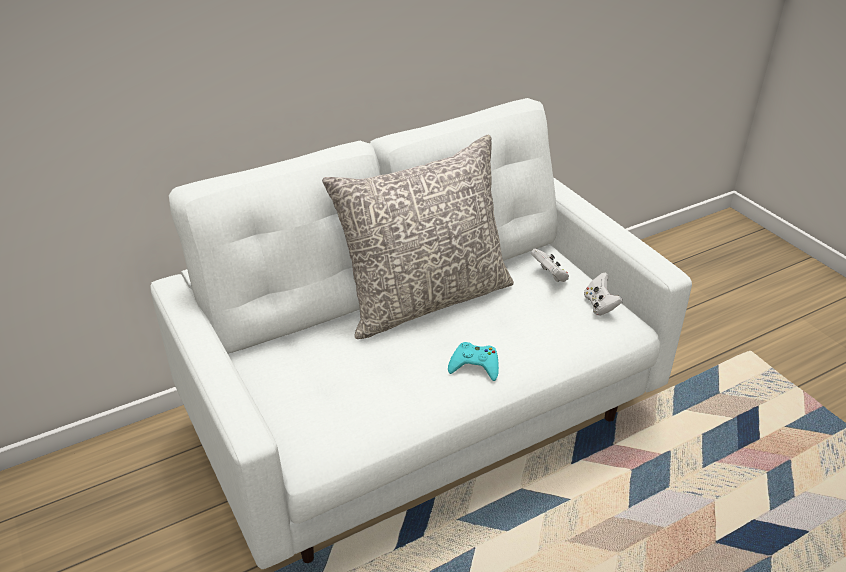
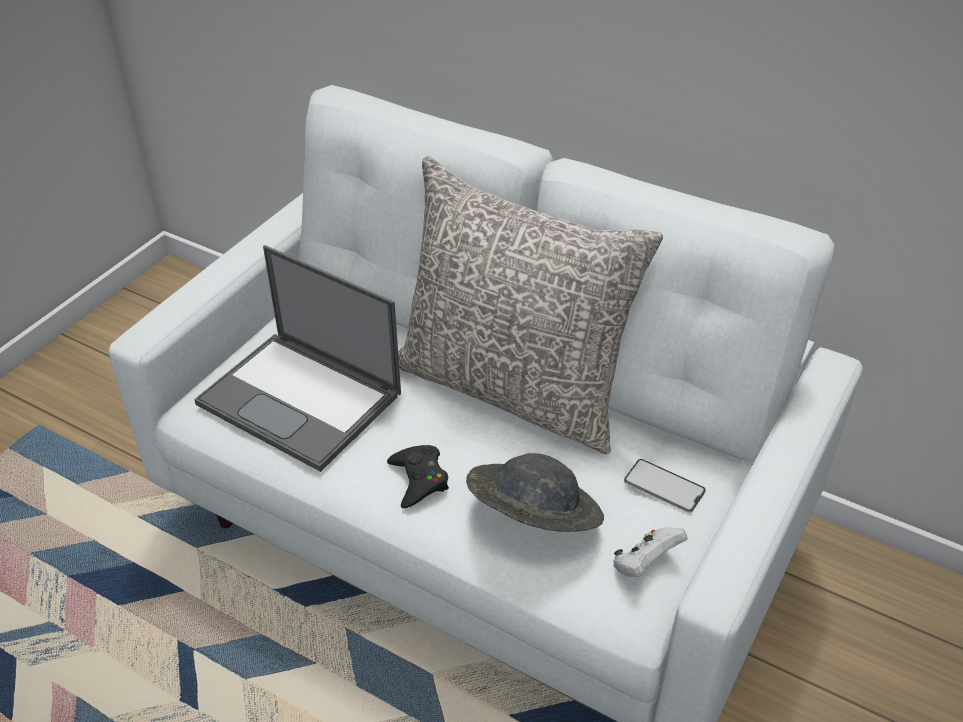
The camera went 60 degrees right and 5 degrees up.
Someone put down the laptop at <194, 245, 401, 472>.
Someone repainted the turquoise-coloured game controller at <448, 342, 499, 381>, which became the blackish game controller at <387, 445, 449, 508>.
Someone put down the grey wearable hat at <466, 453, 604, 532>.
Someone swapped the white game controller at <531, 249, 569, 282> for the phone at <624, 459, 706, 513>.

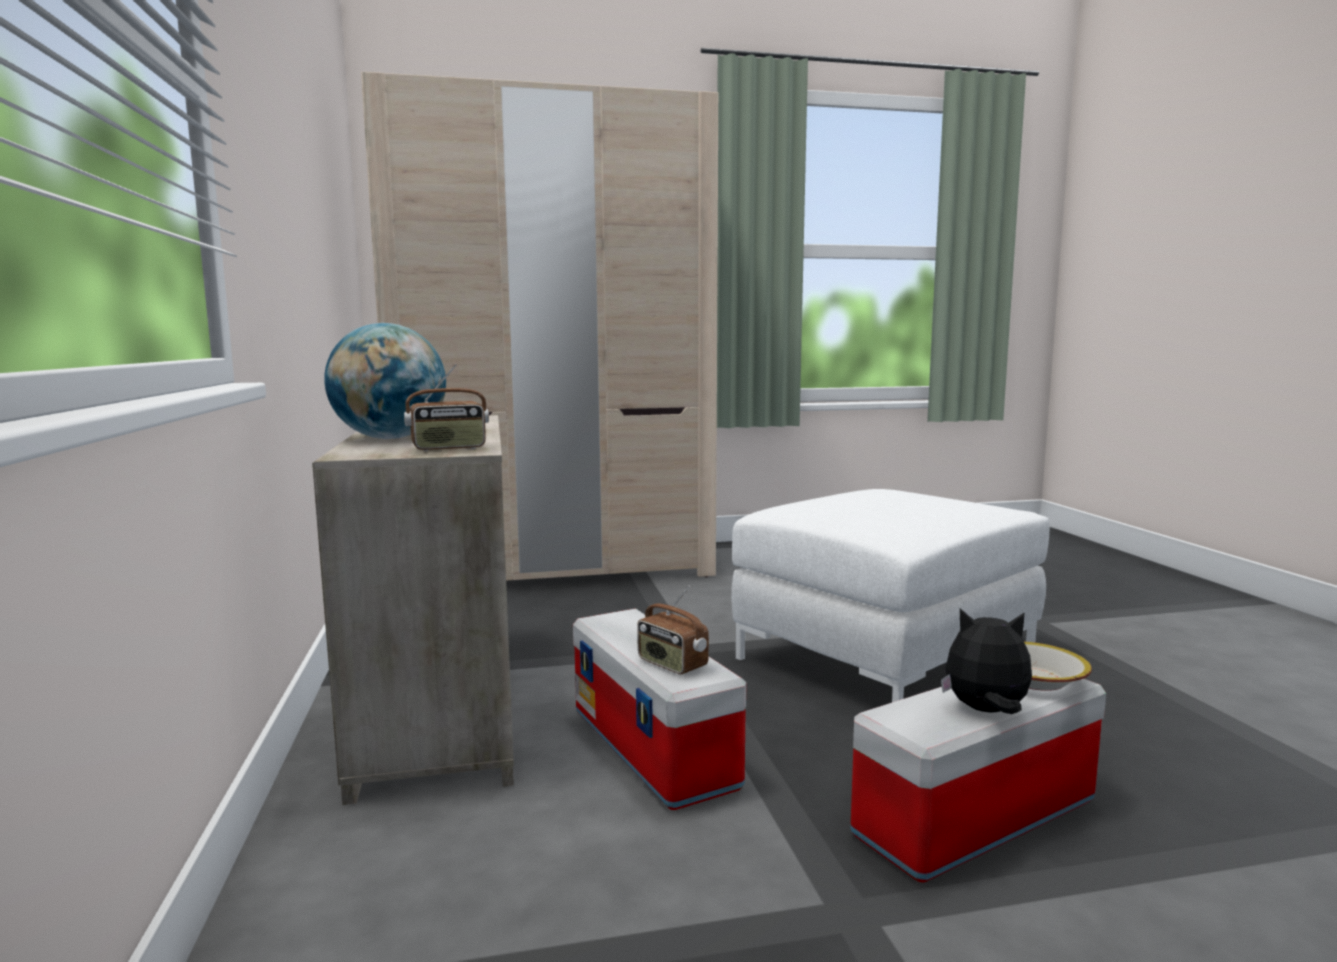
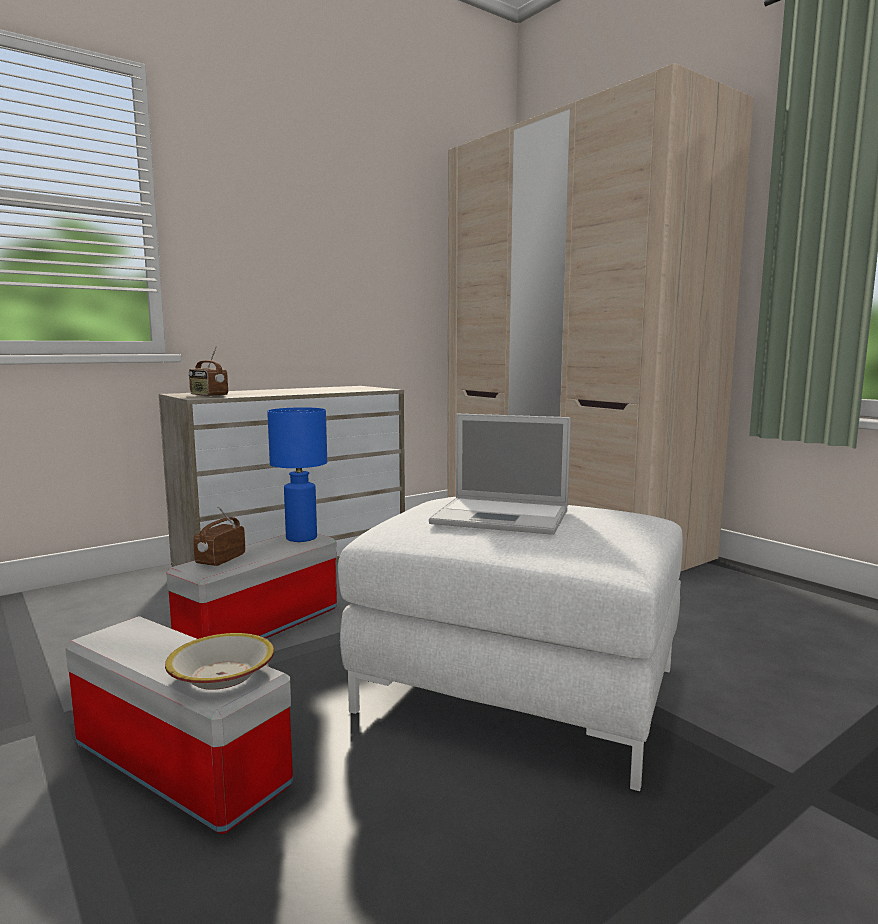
The camera went 65 degrees right and 0 degrees up.
Someone put down the blue table lamp at <267, 407, 327, 542>.
Someone put down the laptop at <429, 414, 571, 535>.
Someone took away the globe at <324, 323, 446, 439>.
Someone took away the plush toy at <941, 609, 1032, 714>.

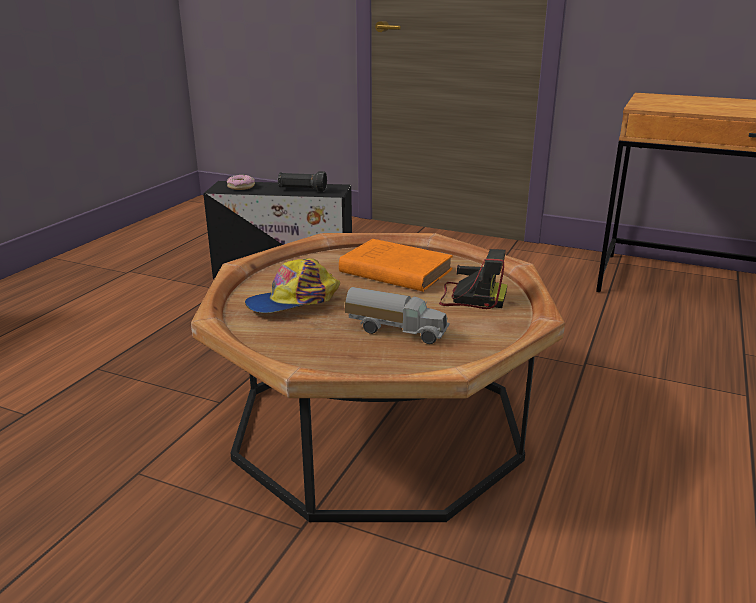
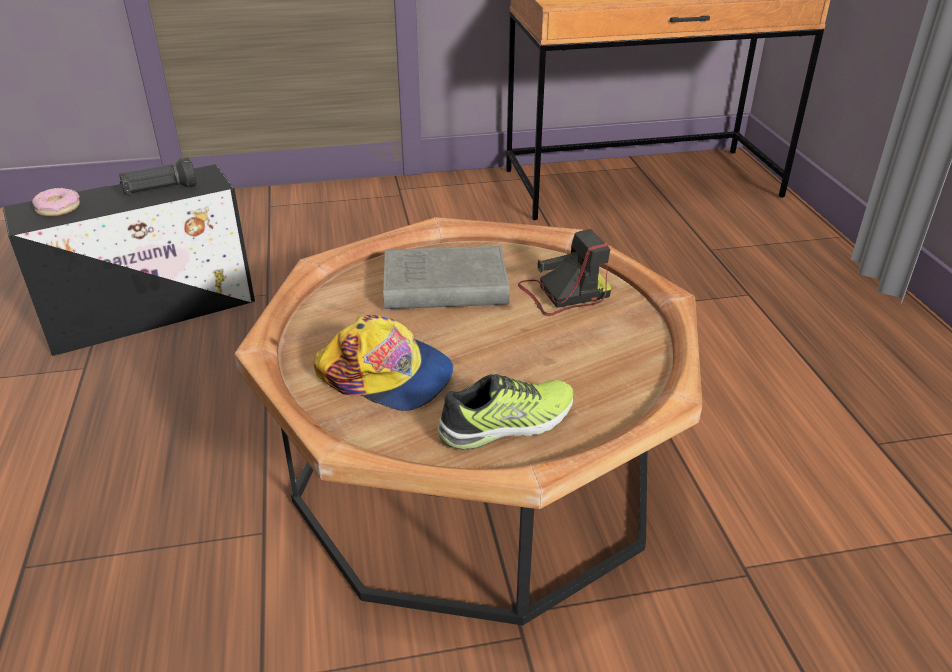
The camera went 35 degrees left and 10 degrees up.
Someone rotated the cap at <245, 258, 340, 313> by 90 degrees counterclockwise.
Someone repainted the orange-coloured bound book at <339, 239, 453, 292>, which became the grey bound book at <383, 246, 510, 309>.
Someone put down the low shoe at <438, 374, 573, 450>.
Someone took away the model truck at <345, 287, 450, 344>.

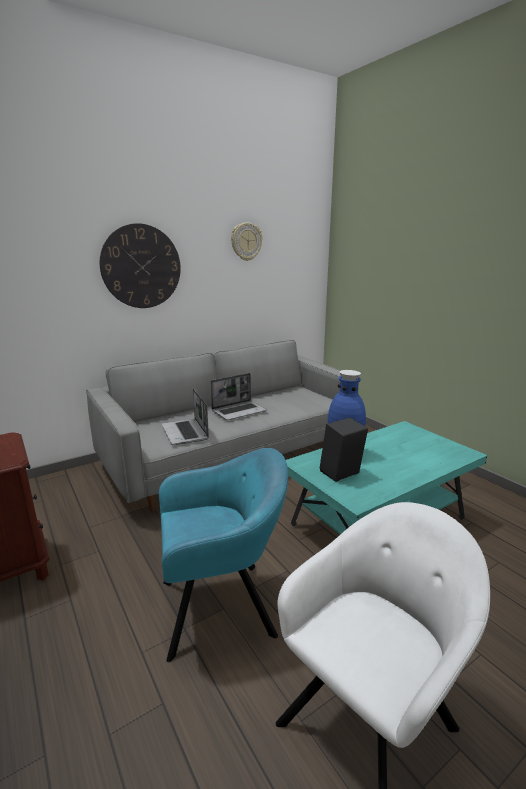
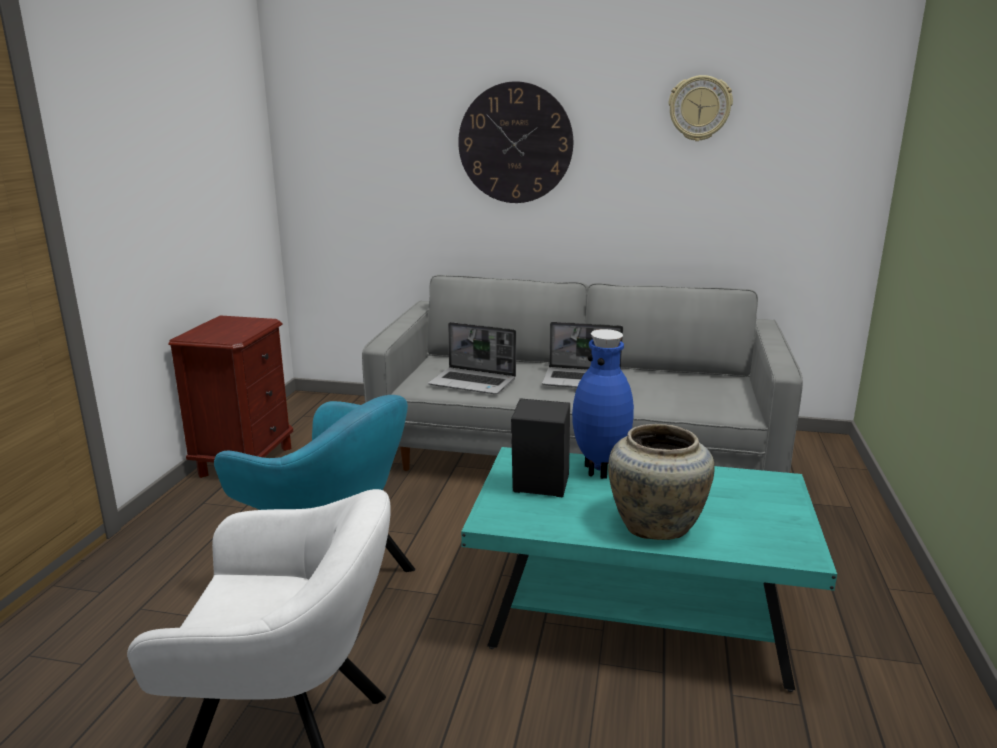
The camera went 45 degrees right and 0 degrees up.
Someone rotated the laptop at <162, 388, 209, 445> by 90 degrees counterclockwise.
Someone put down the beige vase at <608, 424, 715, 540>.

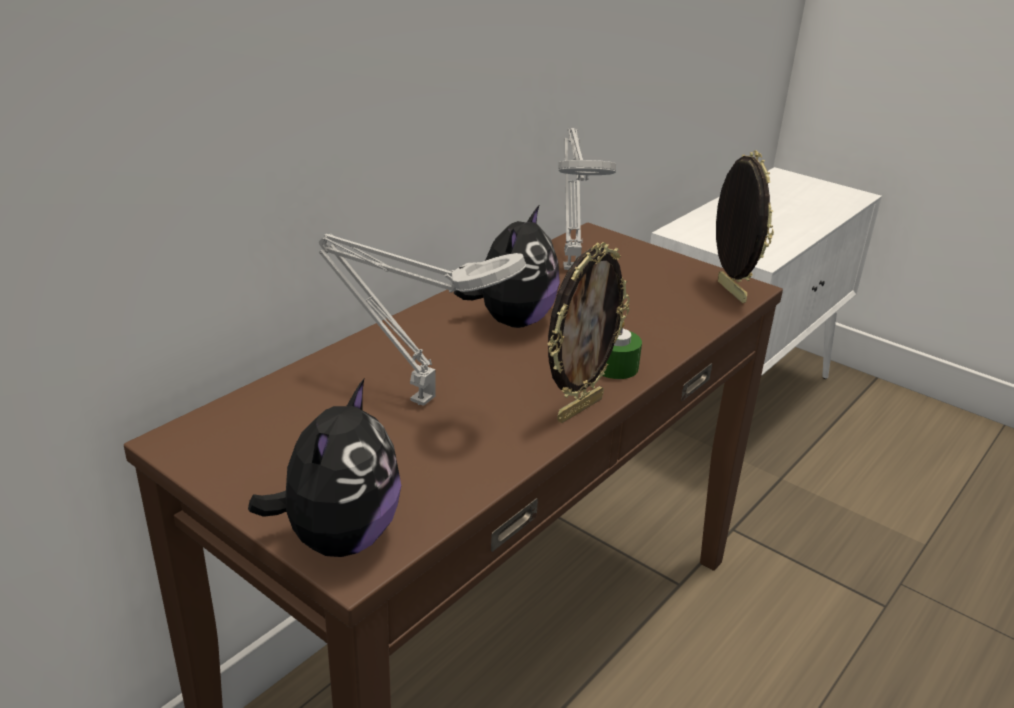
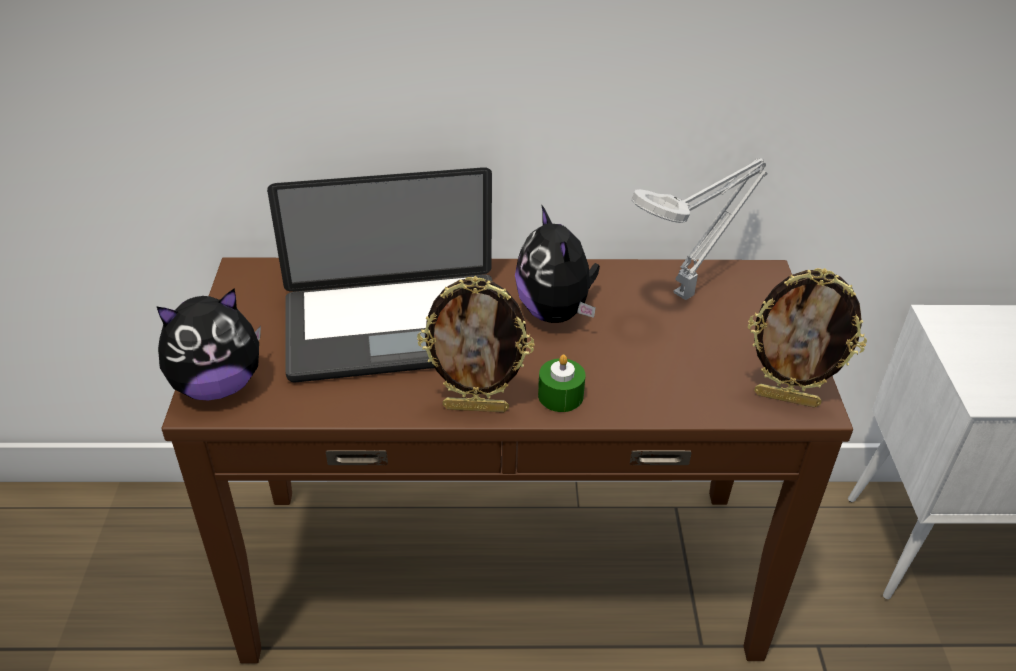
The camera went 50 degrees right and 10 degrees up.
Someone swapped the grey table lamp at <319, 234, 526, 406> for the laptop at <267, 167, 492, 382>.
Someone rotated the plush toy at <454, 204, 560, 328> by 90 degrees clockwise.
Someone rotated the photo frame at <716, 150, 774, 303> by 75 degrees clockwise.

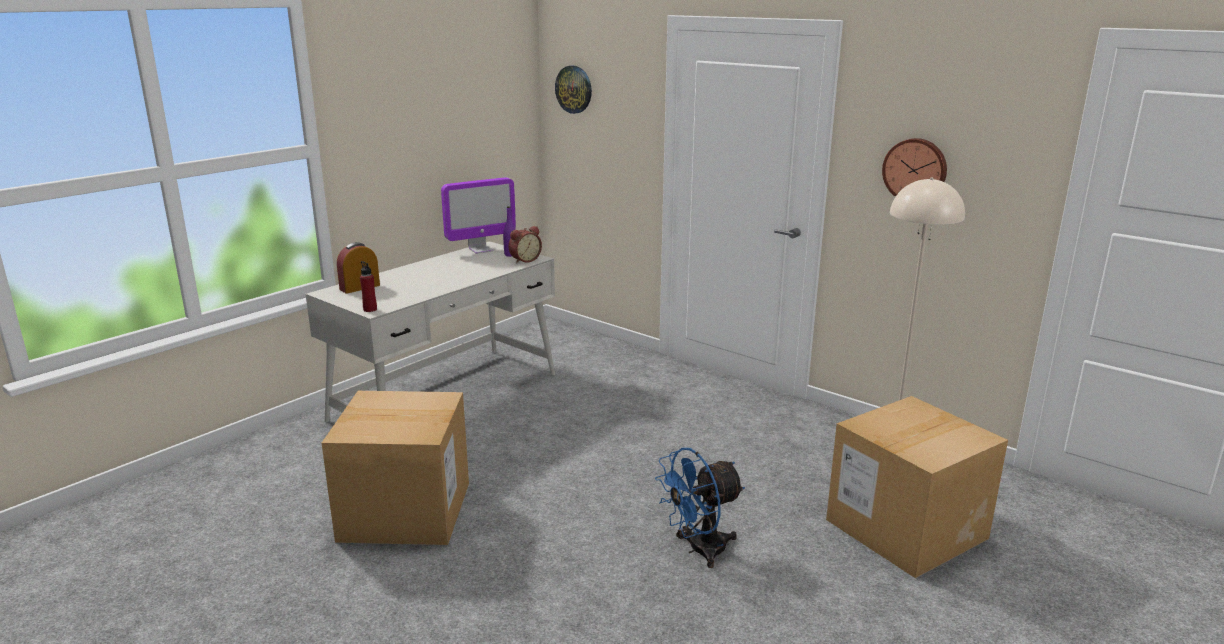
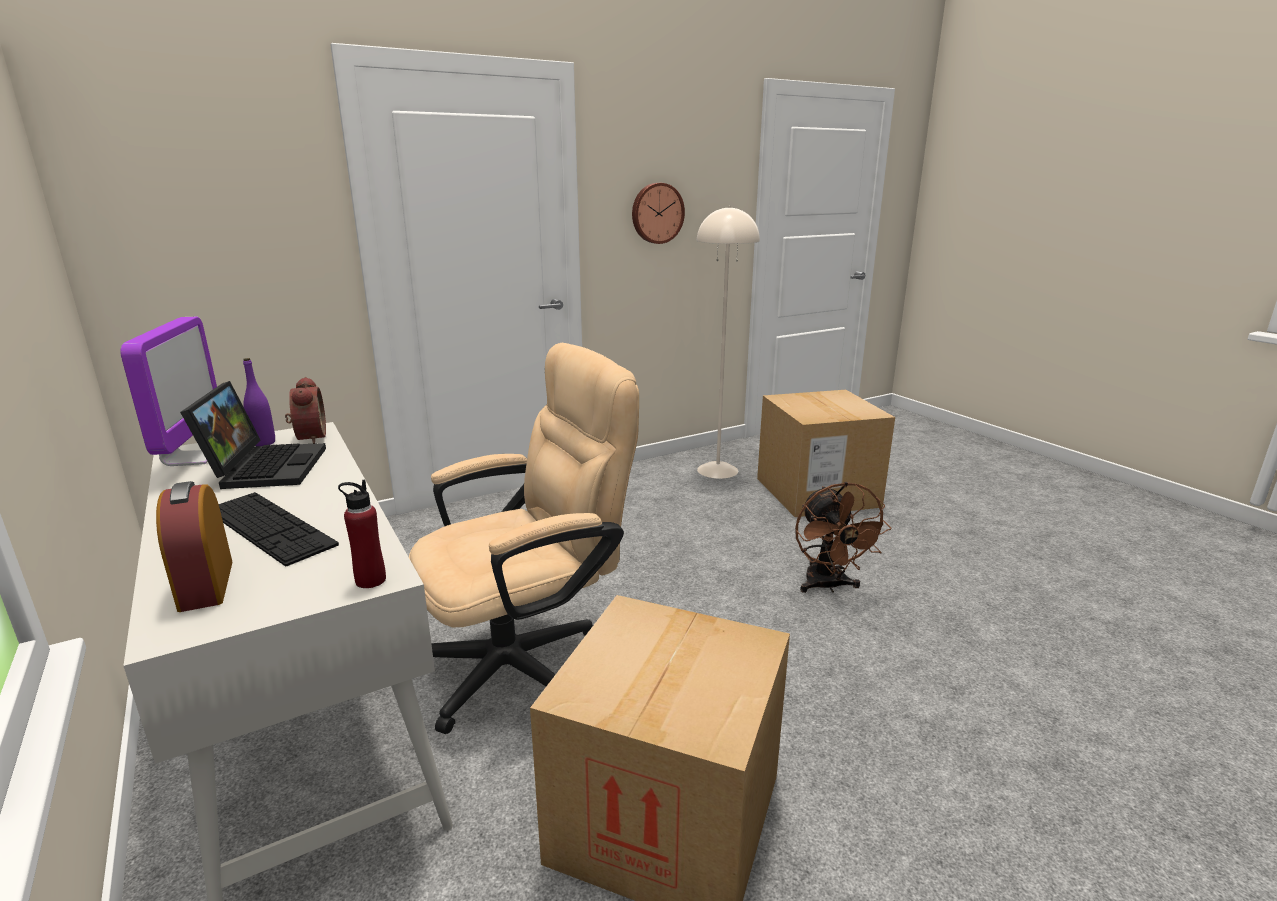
The camera went 70 degrees left and 0 degrees up.
Someone put down the laptop at <180, 381, 326, 489>.
Someone put down the keyboard at <219, 492, 339, 566>.
Someone put down the beige office chair at <409, 343, 639, 734>.
Someone repainted the blue electric fan at <655, 448, 745, 568>, which became the brown electric fan at <795, 482, 892, 593>.
Someone took away the wall clock at <555, 66, 592, 114>.

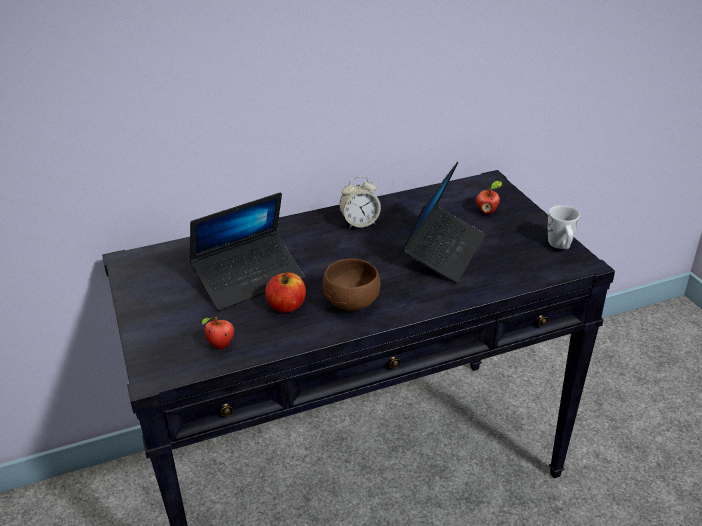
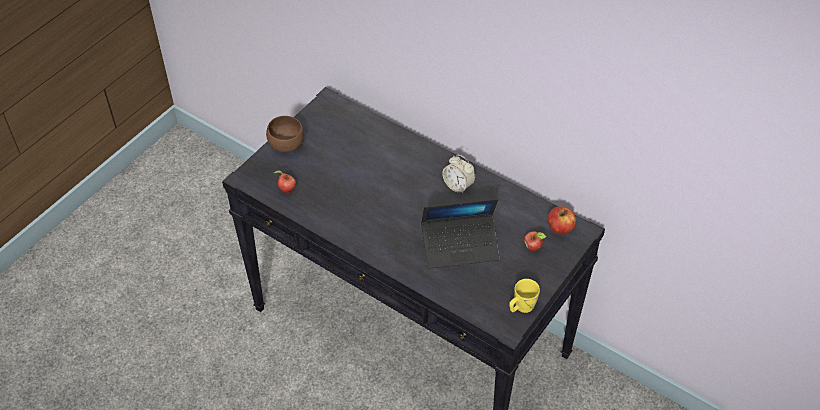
The camera went 55 degrees right and 15 degrees up.
Someone carried the brown serving bowl from <323, 259, 380, 311> to <266, 116, 304, 152>.
Someone repainted the white tea mug at <548, 205, 580, 249>, which became the yellowish tea mug at <509, 279, 540, 313>.
Someone carried the apple fruit from <265, 272, 306, 313> to <548, 206, 576, 235>.
Someone took away the laptop at <190, 192, 305, 311>.

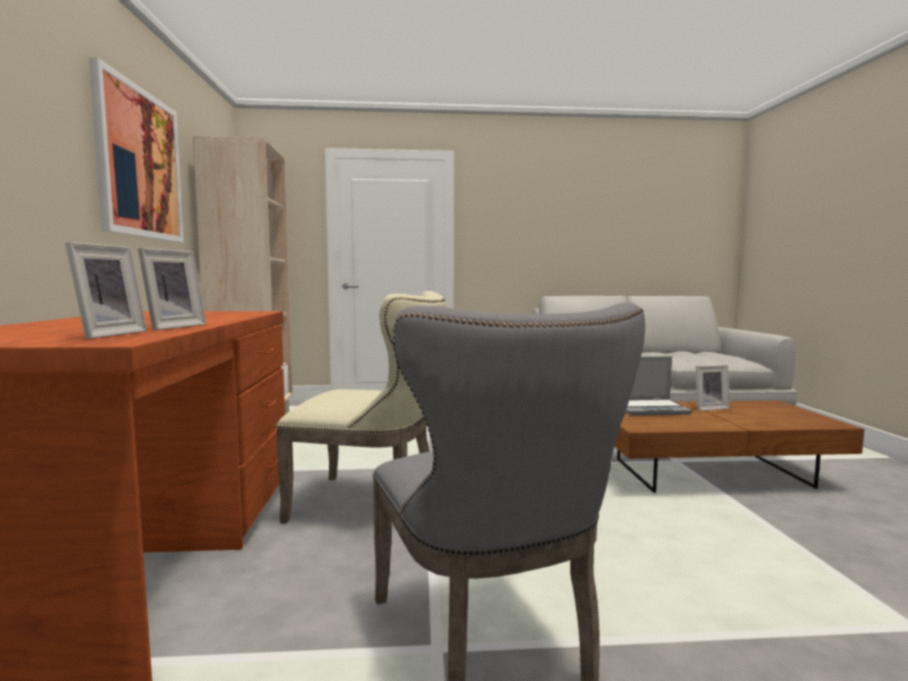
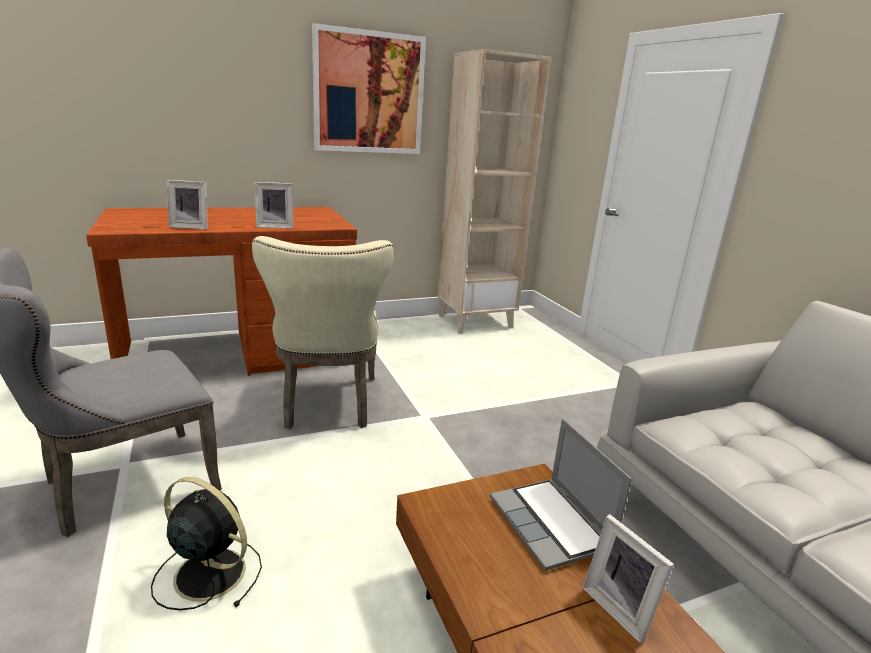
The camera went 70 degrees right and 15 degrees up.
Someone put down the blackish electric fan at <151, 477, 262, 610>.
Someone carried the photo frame from <65, 242, 147, 339> to <255, 182, 293, 228>.

